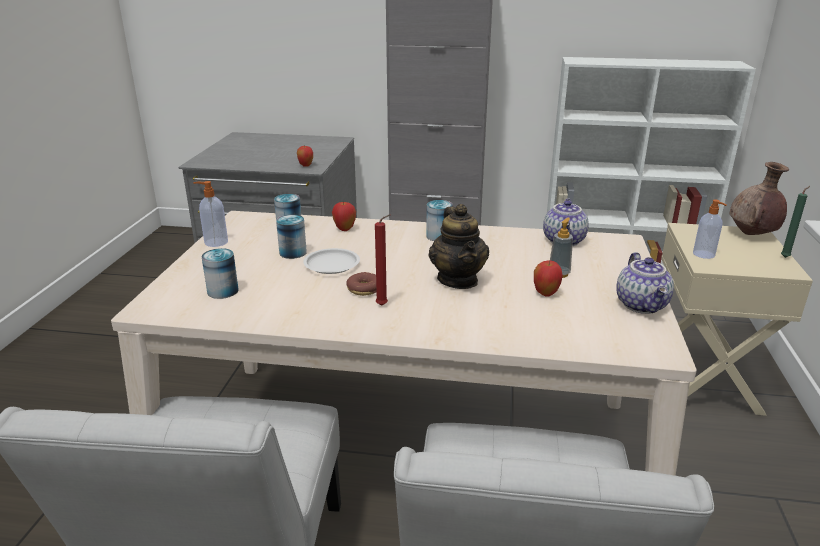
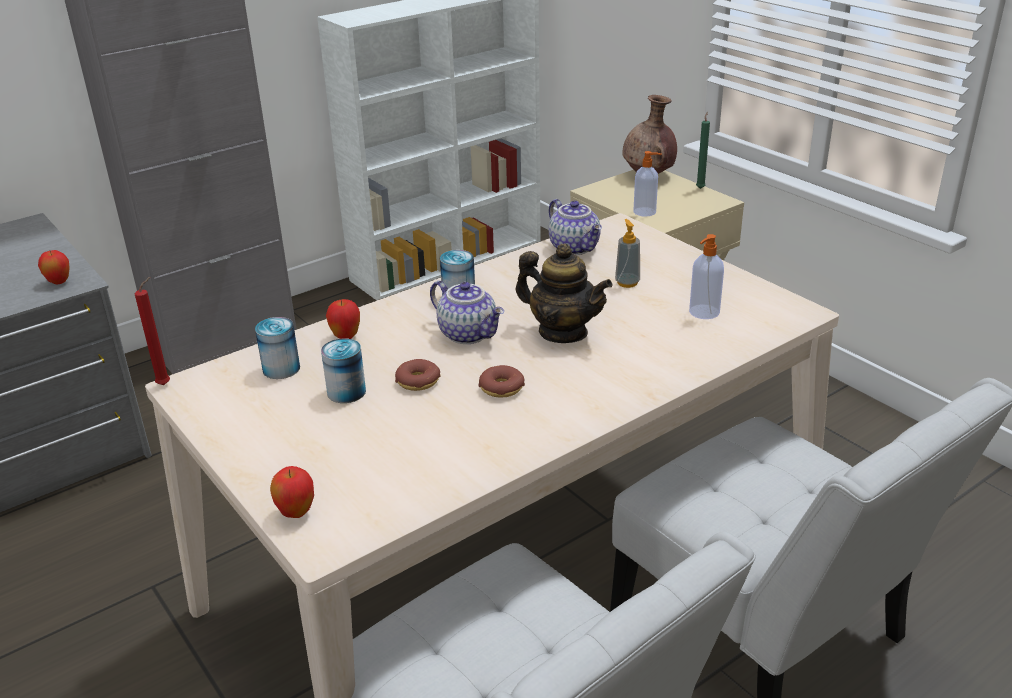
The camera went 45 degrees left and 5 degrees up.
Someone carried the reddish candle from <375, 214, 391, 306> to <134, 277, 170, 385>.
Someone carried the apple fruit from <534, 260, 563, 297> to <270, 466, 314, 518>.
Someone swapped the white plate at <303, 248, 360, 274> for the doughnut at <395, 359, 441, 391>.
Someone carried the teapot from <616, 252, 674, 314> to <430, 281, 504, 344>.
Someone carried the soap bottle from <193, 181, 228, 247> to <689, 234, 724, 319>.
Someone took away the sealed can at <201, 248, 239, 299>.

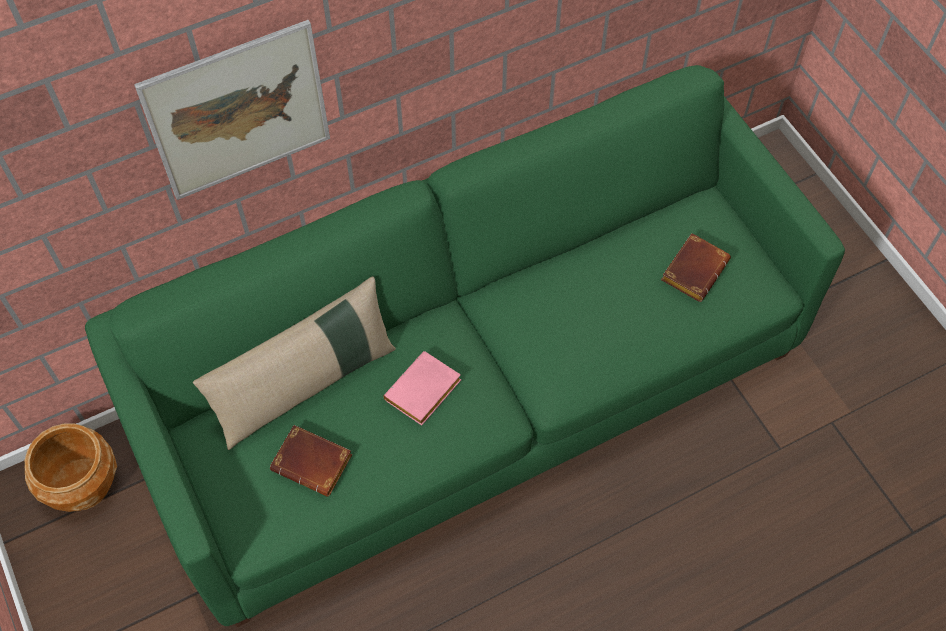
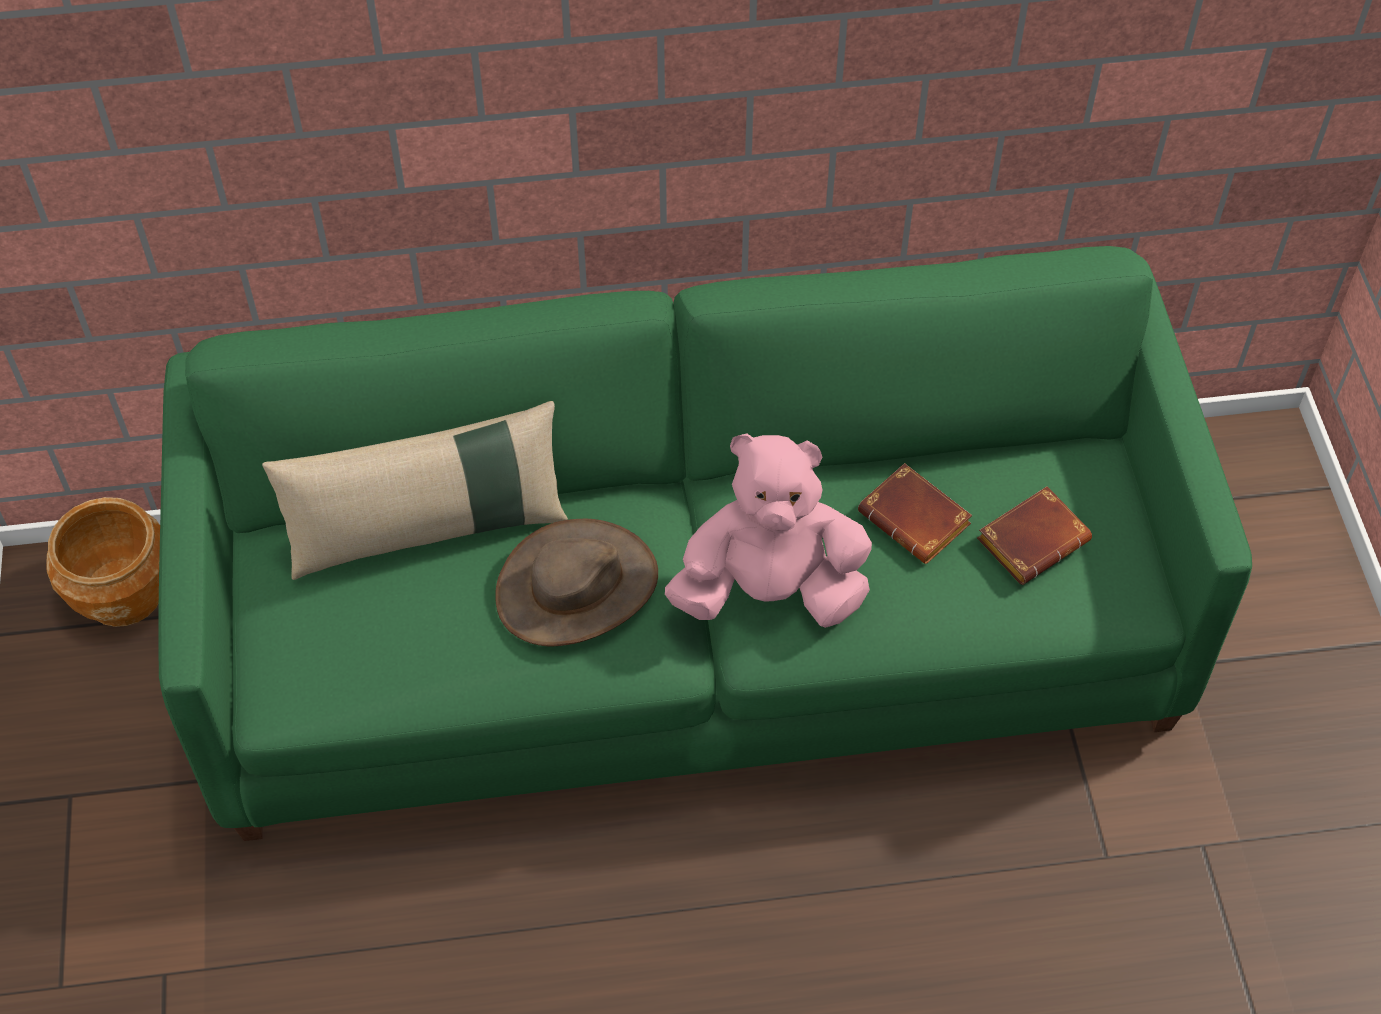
The camera went 20 degrees right and 5 degrees down.
Someone swapped the pinkish bound book at <383, 351, 461, 426> for the brown wearable hat at <495, 519, 658, 646>.
Someone put down the pinkish plush toy at <665, 433, 872, 628>.
Someone carried the brown bound book from <270, 425, 352, 497> to <858, 463, 972, 564>.
Someone took away the wall picture at <134, 20, 330, 200>.

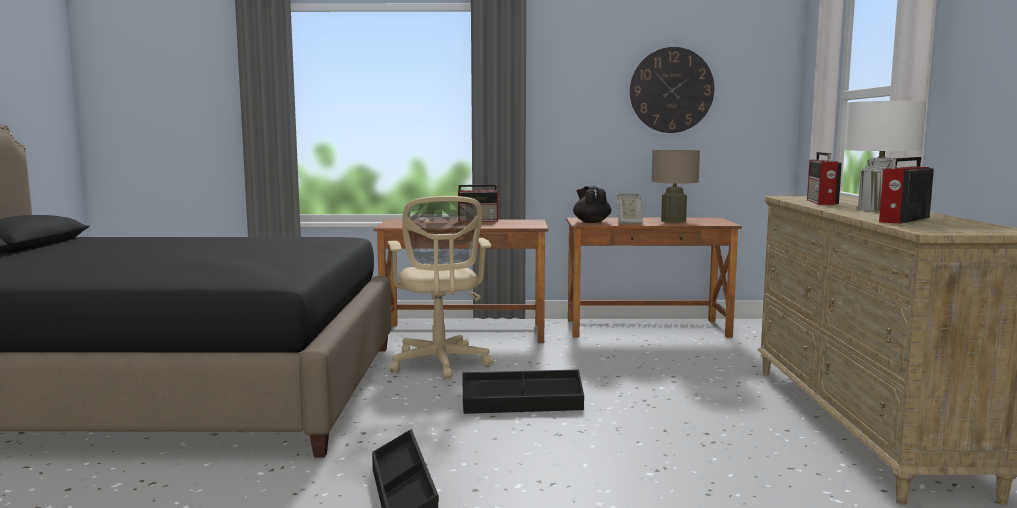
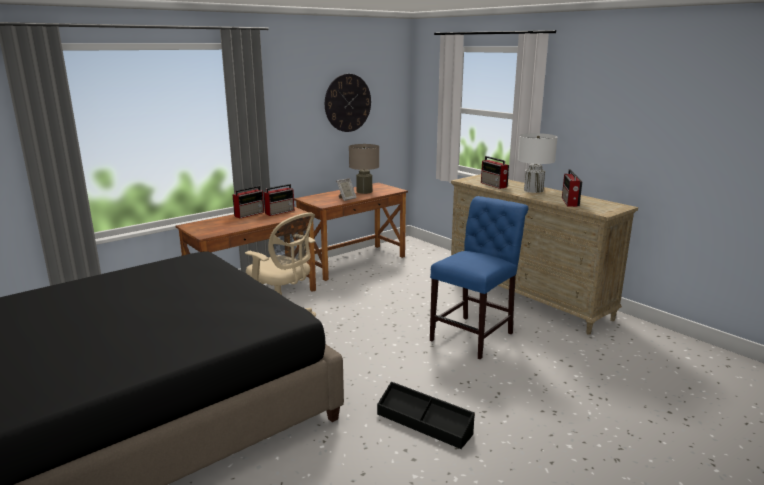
The camera went 40 degrees left and 10 degrees up.
Someone put down the radio set at <264, 184, 294, 216>.
Someone put down the blue plain chair at <430, 196, 529, 359>.
Someone took away the blackish storage container at <462, 369, 584, 414>.
Someone took away the blackish teapot at <573, 186, 611, 223>.

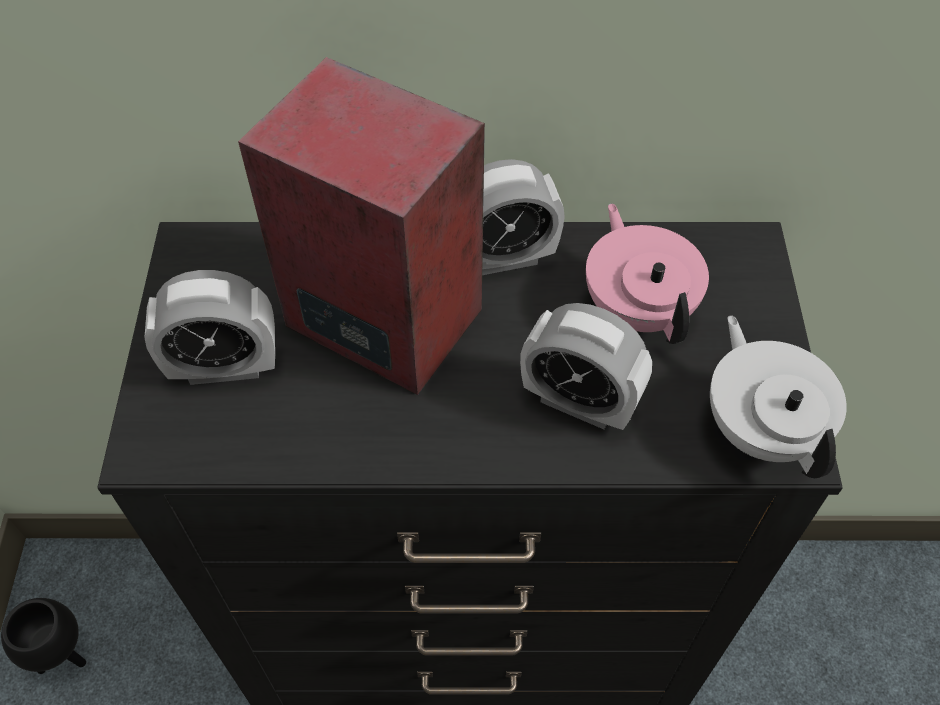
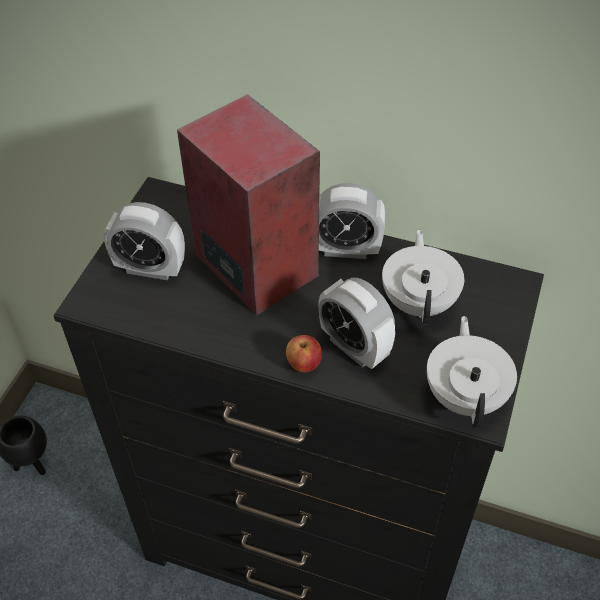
The camera went 20 degrees right and 5 degrees down.
Someone put down the apple fruit at <286, 335, 322, 373>.
Someone repainted the pinkish teapot at <586, 203, 709, 344>, which became the white teapot at <382, 229, 464, 325>.

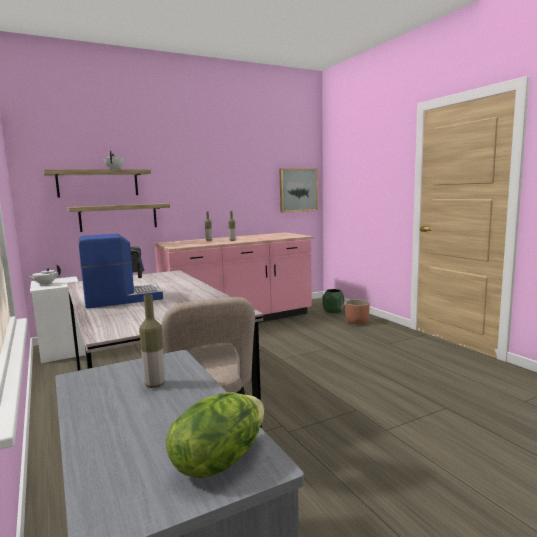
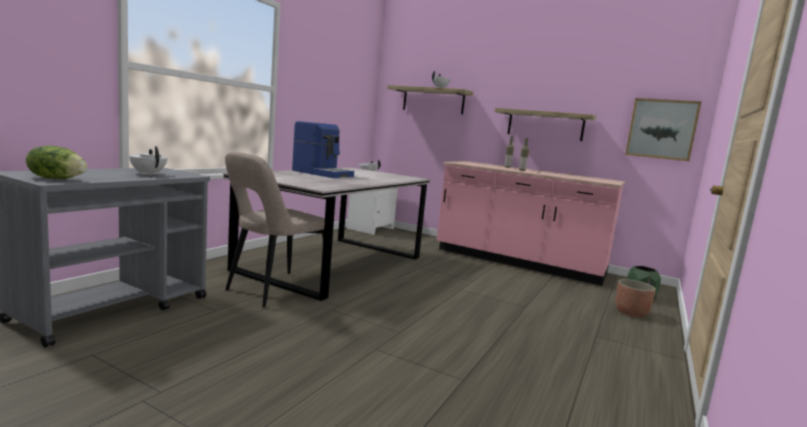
The camera went 55 degrees right and 0 degrees up.
Someone swapped the beverage bottle at <139, 294, 165, 388> for the white teapot at <129, 146, 167, 175>.
Someone carried the bracket shelf from <67, 203, 170, 232> to <495, 108, 596, 141>.

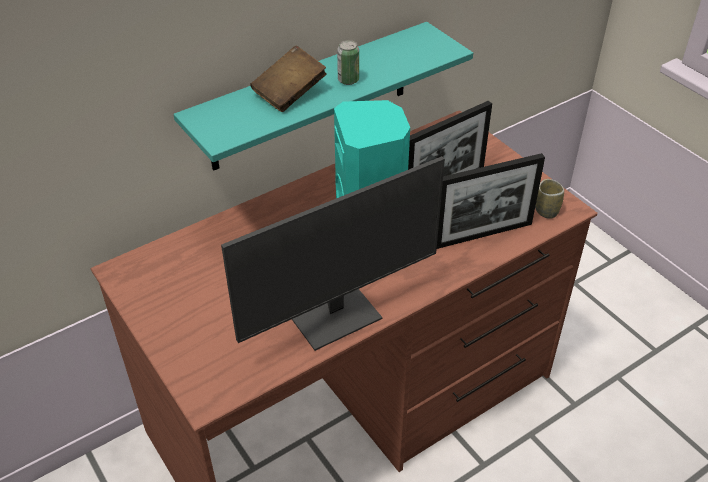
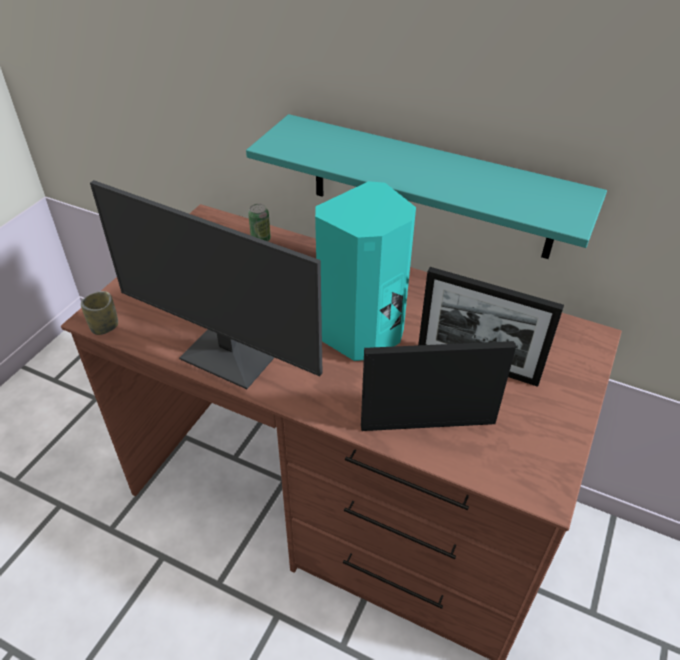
The camera went 60 degrees right and 0 degrees up.
Someone carried the cup from <535, 179, 564, 219> to <81, 291, 118, 335>.
Someone carried the sealed can from <337, 40, 359, 85> to <248, 204, 271, 241>.
Someone rotated the photo frame at <437, 153, 545, 249> by 135 degrees clockwise.
Someone took away the brown bound book at <250, 46, 327, 112>.

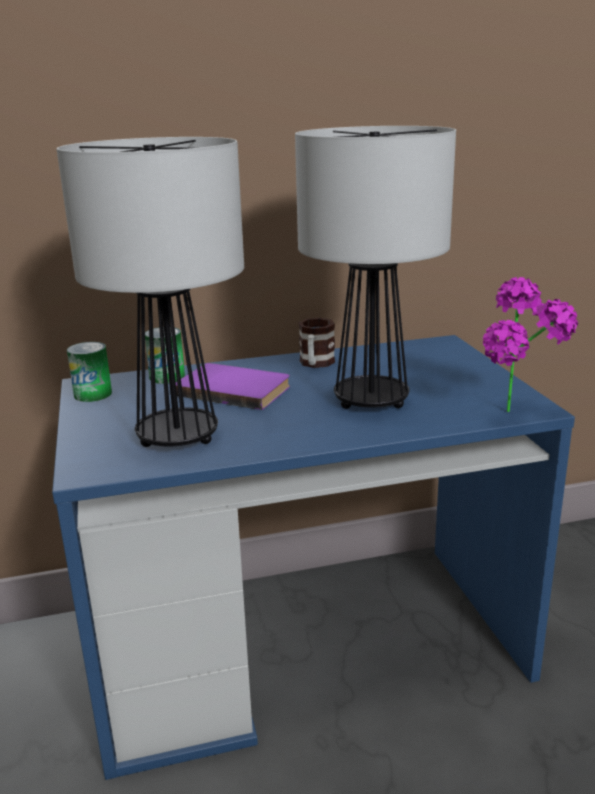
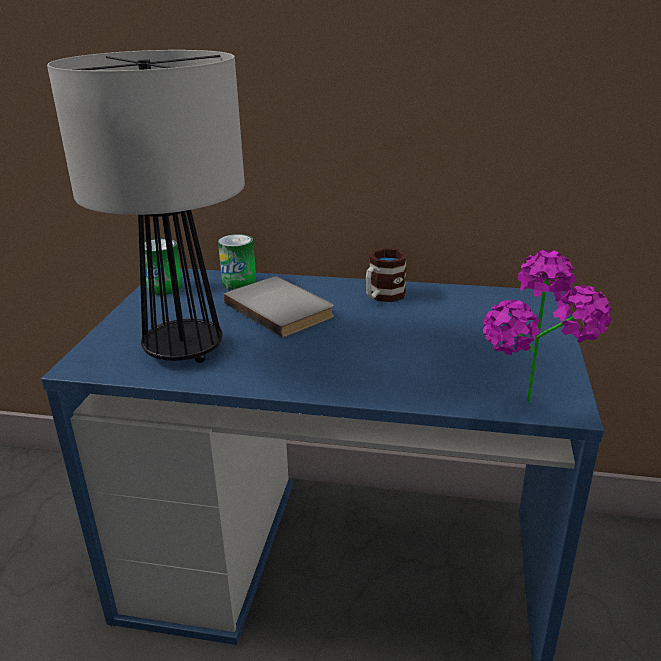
The camera went 25 degrees right and 5 degrees up.
Someone repainted the purplish bound book at <176, 363, 290, 410>, which became the grey bound book at <224, 276, 334, 338>.
Someone took away the table lamp at <295, 126, 456, 409>.

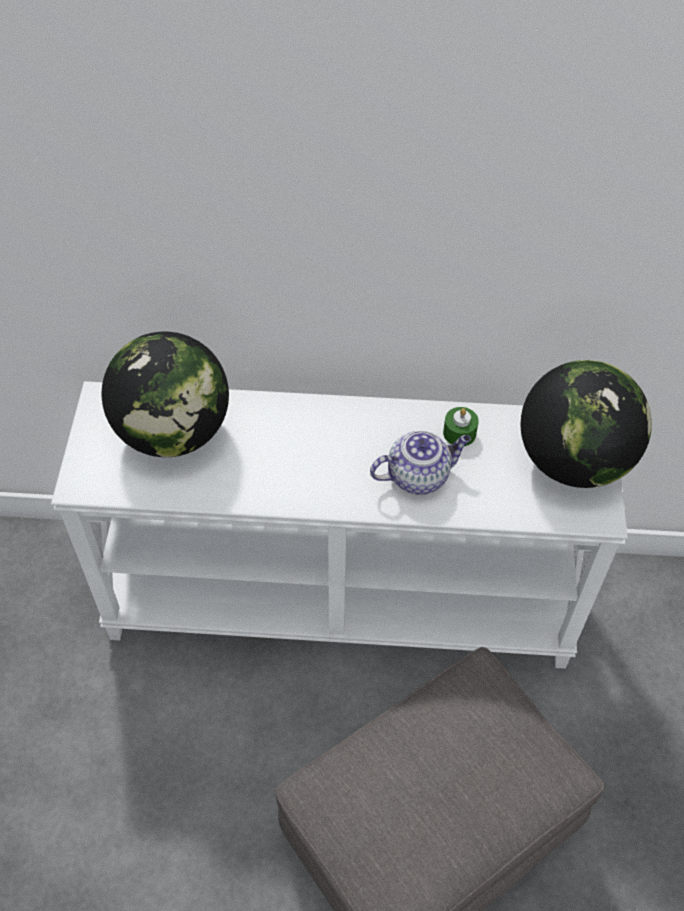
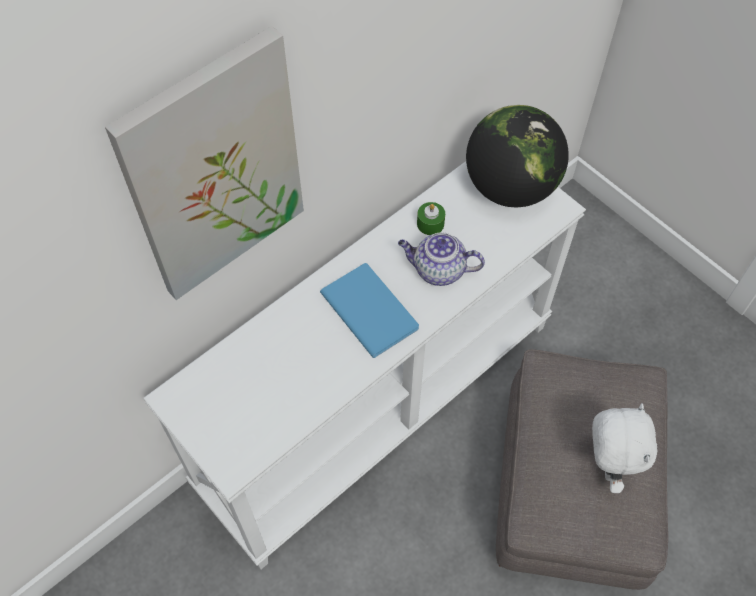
The camera went 45 degrees left and 5 degrees up.
Someone put up the wall picture at <105, 26, 304, 300>.
Someone put down the blue bound book at <320, 263, 419, 358>.
Someone rotated the teapot at <370, 431, 471, 495> by 105 degrees counterclockwise.
Someone put down the white plush toy at <592, 403, 658, 493>.
Someone took away the globe at <102, 331, 229, 457>.

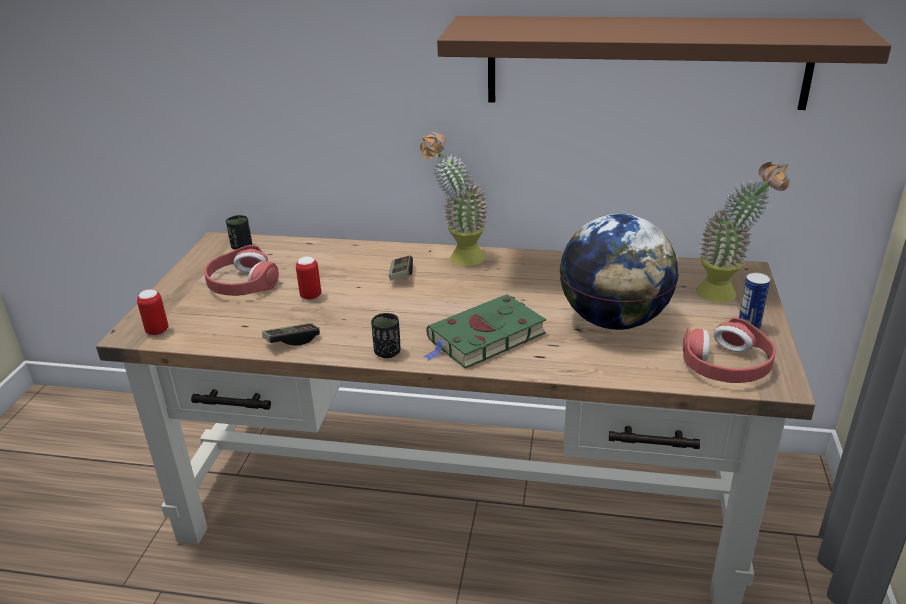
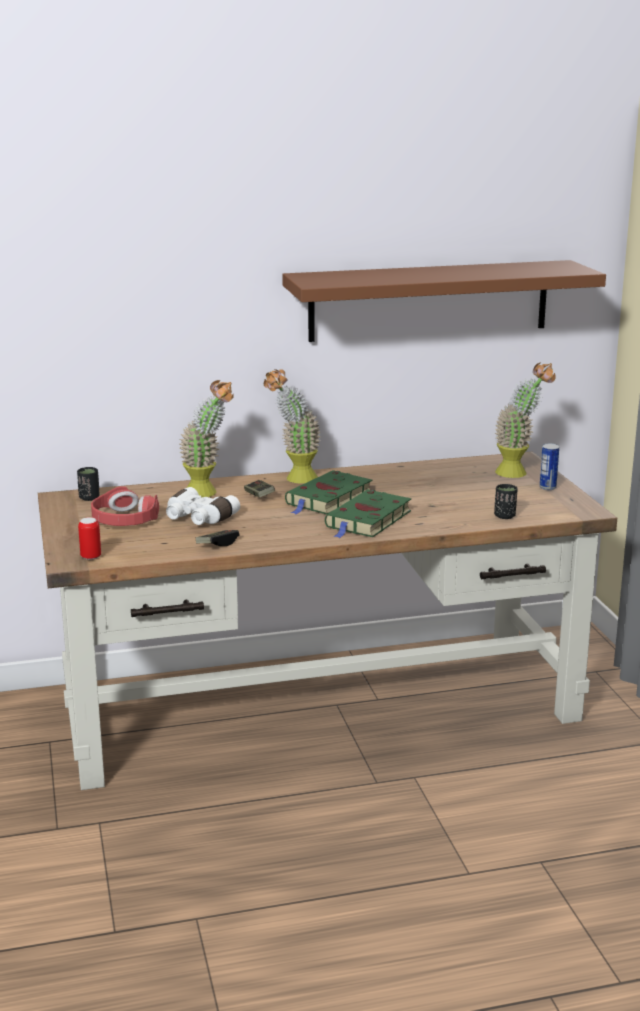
The camera went 25 degrees left and 10 degrees down.
Someone swapped the sealed can at <296, 256, 321, 300> for the white pair of binoculars at <166, 487, 240, 525>.
Someone put down the potted plant at <179, 380, 234, 498>.
Someone put down the green bound book at <285, 470, 372, 514>.
Someone carried the blackish cup from <371, 313, 400, 358> to <494, 484, 518, 519>.
Someone took away the globe at <559, 214, 678, 330>.
Someone took away the reddish pair of headphones at <683, 317, 776, 383>.

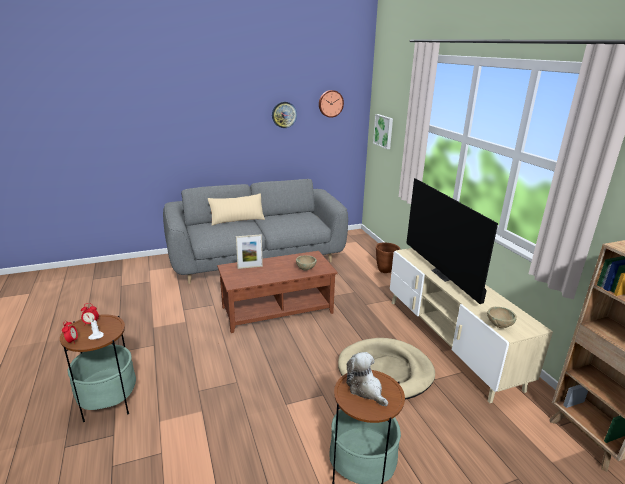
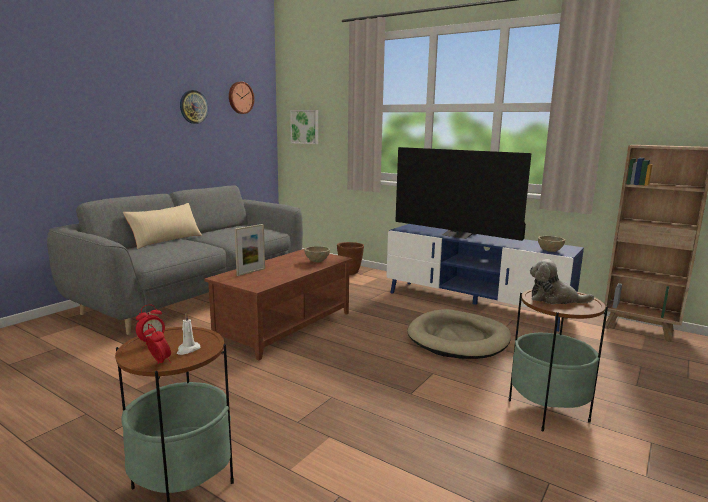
The camera went 35 degrees left and 10 degrees down.
Someone repainted the beige tv unit at <390, 248, 553, 403>, which became the blue tv unit at <387, 224, 584, 332>.

